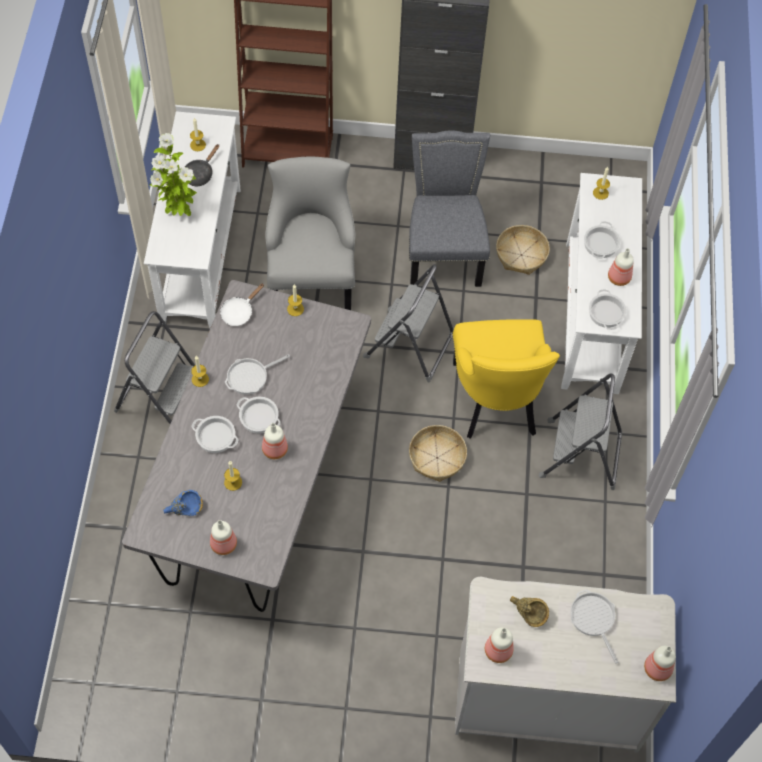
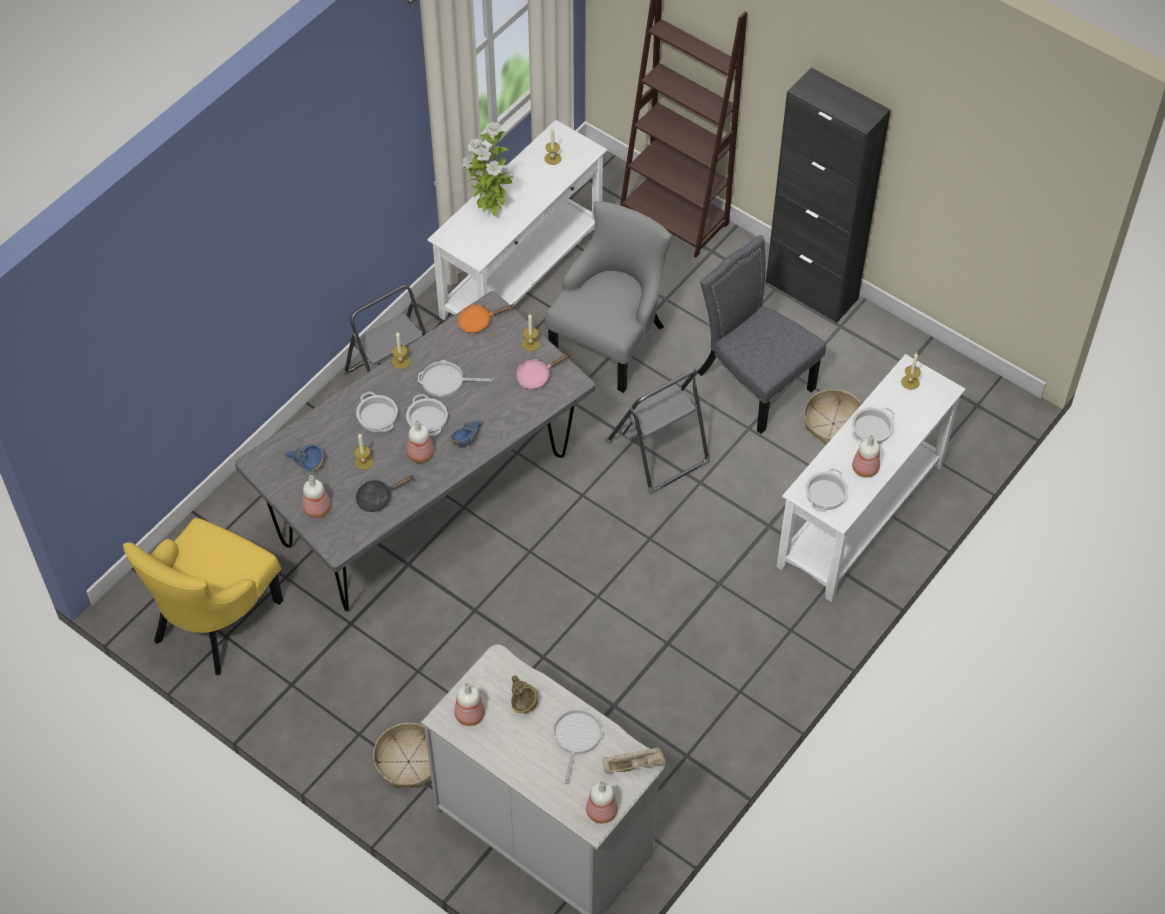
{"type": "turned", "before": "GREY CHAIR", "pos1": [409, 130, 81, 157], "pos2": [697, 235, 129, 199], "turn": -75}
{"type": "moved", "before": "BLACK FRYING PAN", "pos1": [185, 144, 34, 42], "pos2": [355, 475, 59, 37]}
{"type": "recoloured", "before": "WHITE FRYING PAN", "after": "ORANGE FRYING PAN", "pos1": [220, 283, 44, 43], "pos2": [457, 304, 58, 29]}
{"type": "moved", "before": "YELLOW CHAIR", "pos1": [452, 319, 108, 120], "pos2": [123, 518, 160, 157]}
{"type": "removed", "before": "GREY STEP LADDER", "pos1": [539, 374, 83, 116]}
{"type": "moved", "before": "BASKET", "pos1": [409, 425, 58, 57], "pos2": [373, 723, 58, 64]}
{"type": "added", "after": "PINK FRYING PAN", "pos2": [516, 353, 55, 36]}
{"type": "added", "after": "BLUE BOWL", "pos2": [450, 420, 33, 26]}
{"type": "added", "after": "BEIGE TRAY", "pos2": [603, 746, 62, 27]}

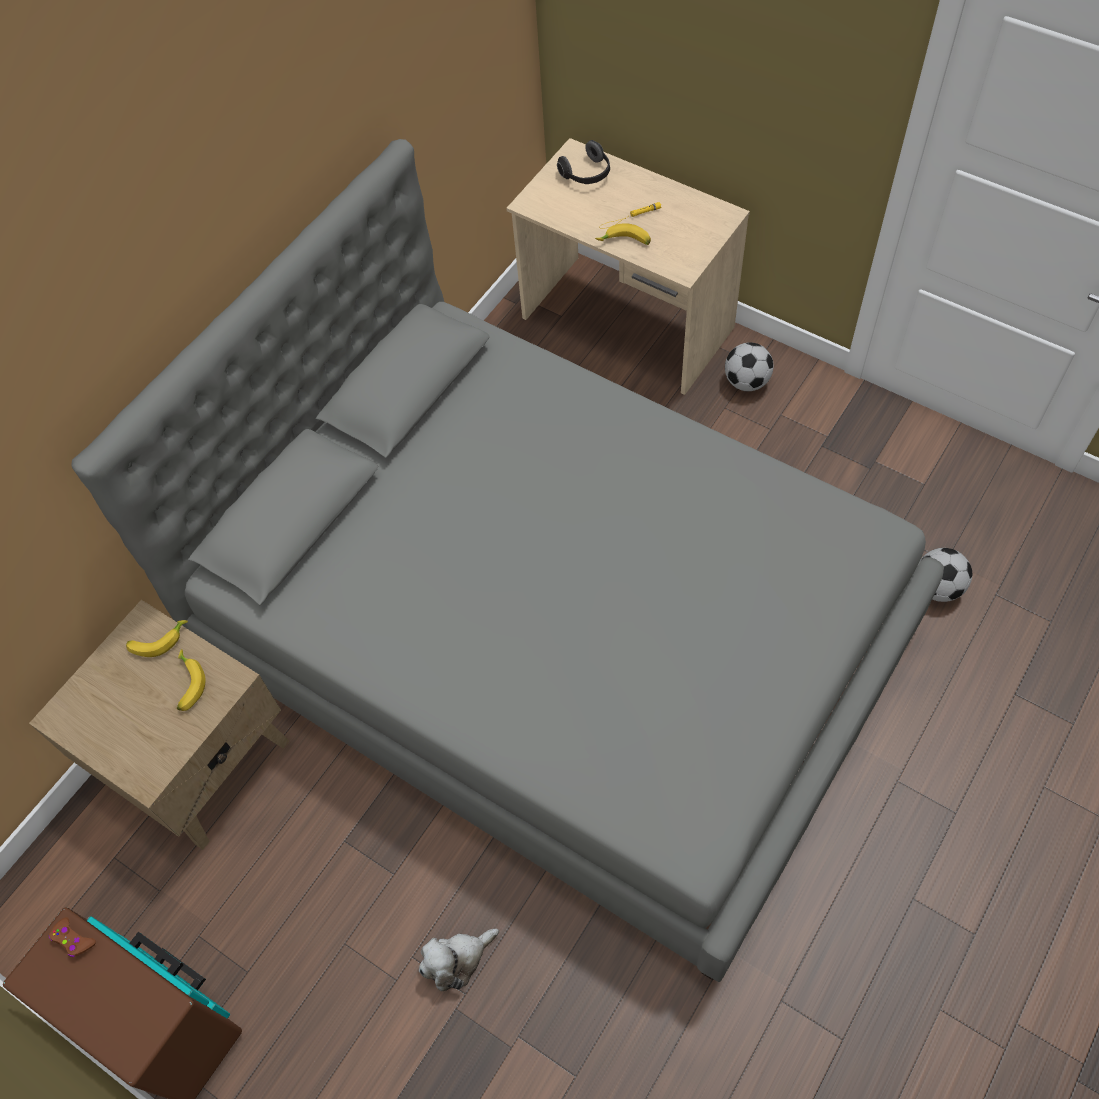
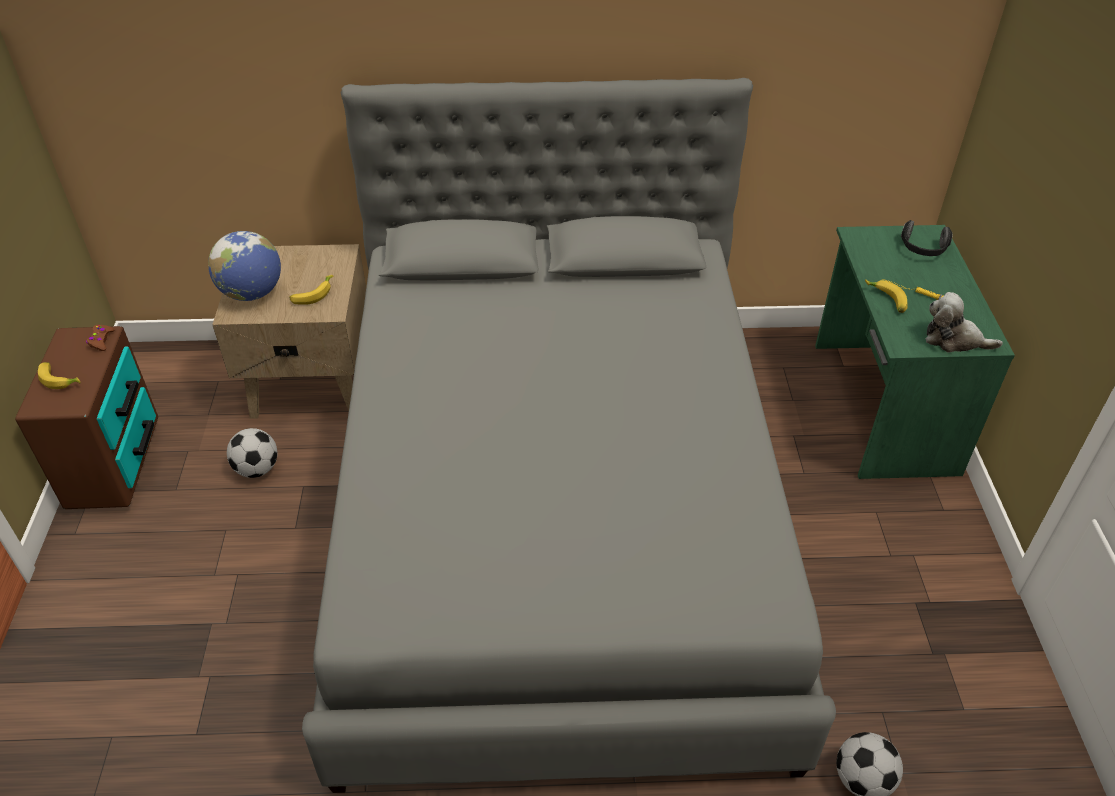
{"type": "recoloured", "before": "BEIGE DESK", "after": "GREEN DESK", "pos1": [506, 138, 244, 257], "pos2": [815, 225, 200, 254]}
{"type": "moved", "before": "FOOTBALL", "pos1": [725, 342, 49, 49], "pos2": [227, 428, 51, 50]}
{"type": "moved", "before": "BANANA", "pos1": [126, 620, 62, 37], "pos2": [38, 362, 42, 27]}
{"type": "moved", "before": "PLUSH TOY", "pos1": [419, 929, 80, 62], "pos2": [926, 292, 77, 60]}
{"type": "added", "after": "GLOBE", "pos2": [208, 231, 73, 70]}

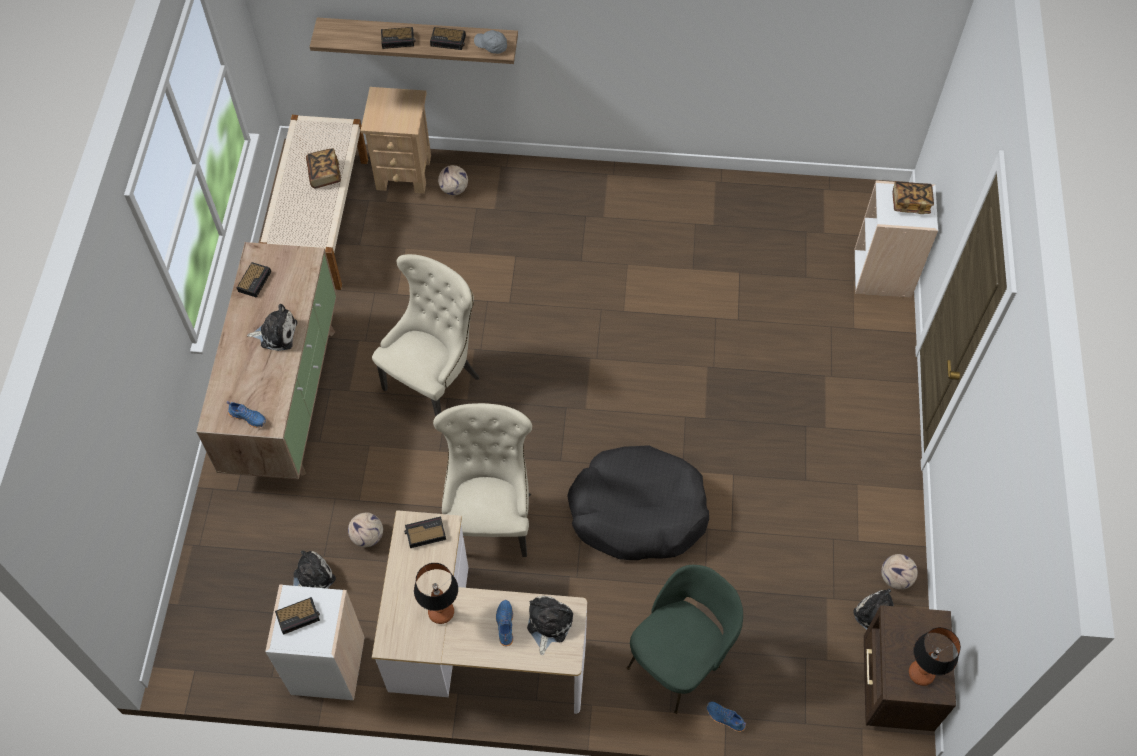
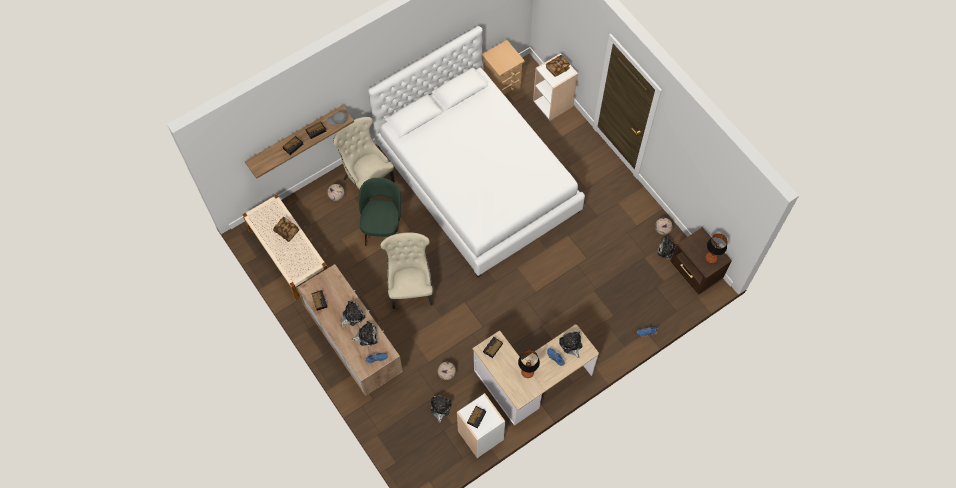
{"type": "moved", "before": "BEIGE NIGHTSTAND", "pos1": [360, 87, 71, 106], "pos2": [482, 40, 43, 55]}
{"type": "moved", "before": "BEIGE CHAIR", "pos1": [433, 403, 99, 154], "pos2": [333, 117, 62, 73]}
{"type": "removed", "before": "BLACK DOG BED", "pos1": [567, 445, 142, 115]}
{"type": "moved", "before": "GREEN CHAIR", "pos1": [627, 565, 116, 149], "pos2": [359, 178, 42, 68]}
{"type": "added", "after": "WHITE BED", "pos2": [368, 26, 217, 251]}
{"type": "added", "after": "PLUSH TOY", "pos2": [351, 321, 26, 25]}

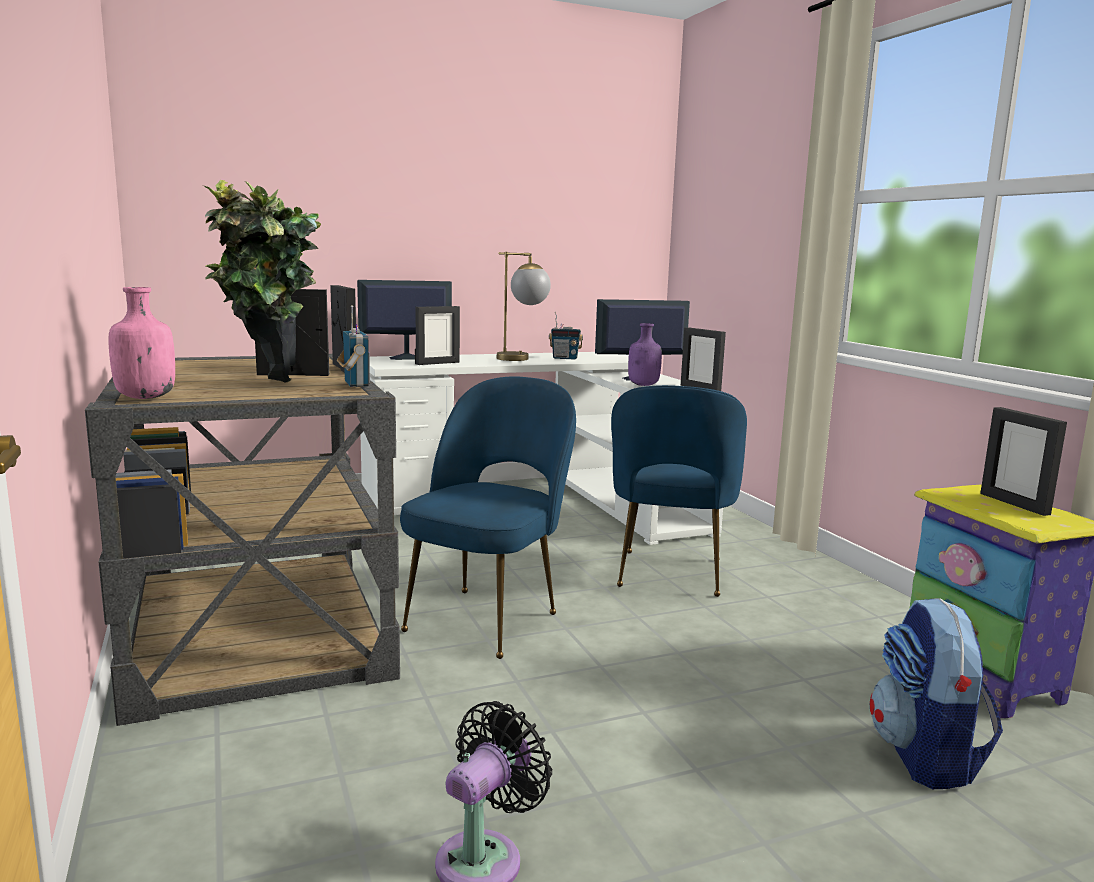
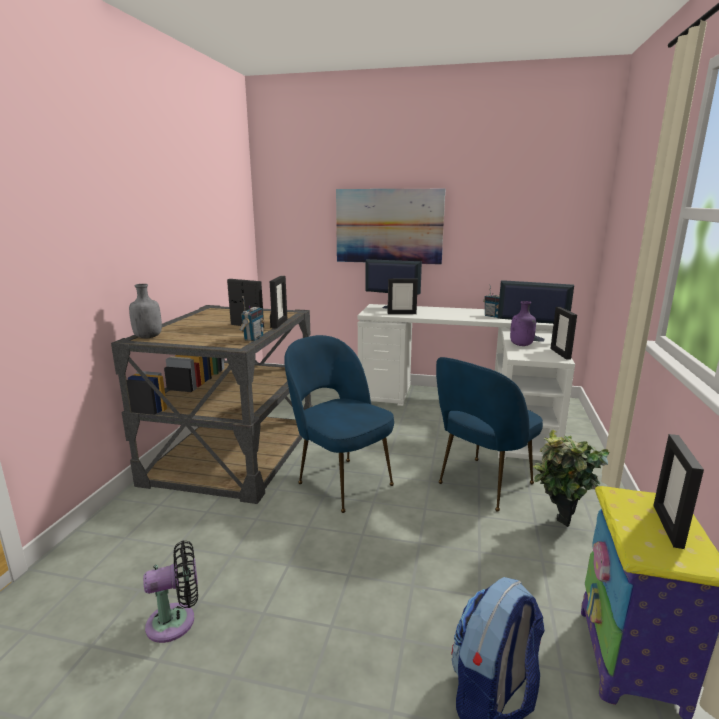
{"type": "moved", "before": "POTTED PLANT", "pos1": [203, 180, 118, 203], "pos2": [533, 430, 77, 97]}
{"type": "removed", "before": "TABLE LAMP", "pos1": [497, 252, 54, 109]}
{"type": "recoloured", "before": "PINK BOTTLE", "after": "GREY BOTTLE", "pos1": [108, 287, 67, 112], "pos2": [129, 284, 33, 54]}
{"type": "turned", "before": "BLUE CHAIR", "pos1": [400, 376, 176, 283], "pos2": [284, 335, 110, 178], "turn": -105}
{"type": "added", "after": "PICTURE", "pos2": [336, 189, 109, 76]}

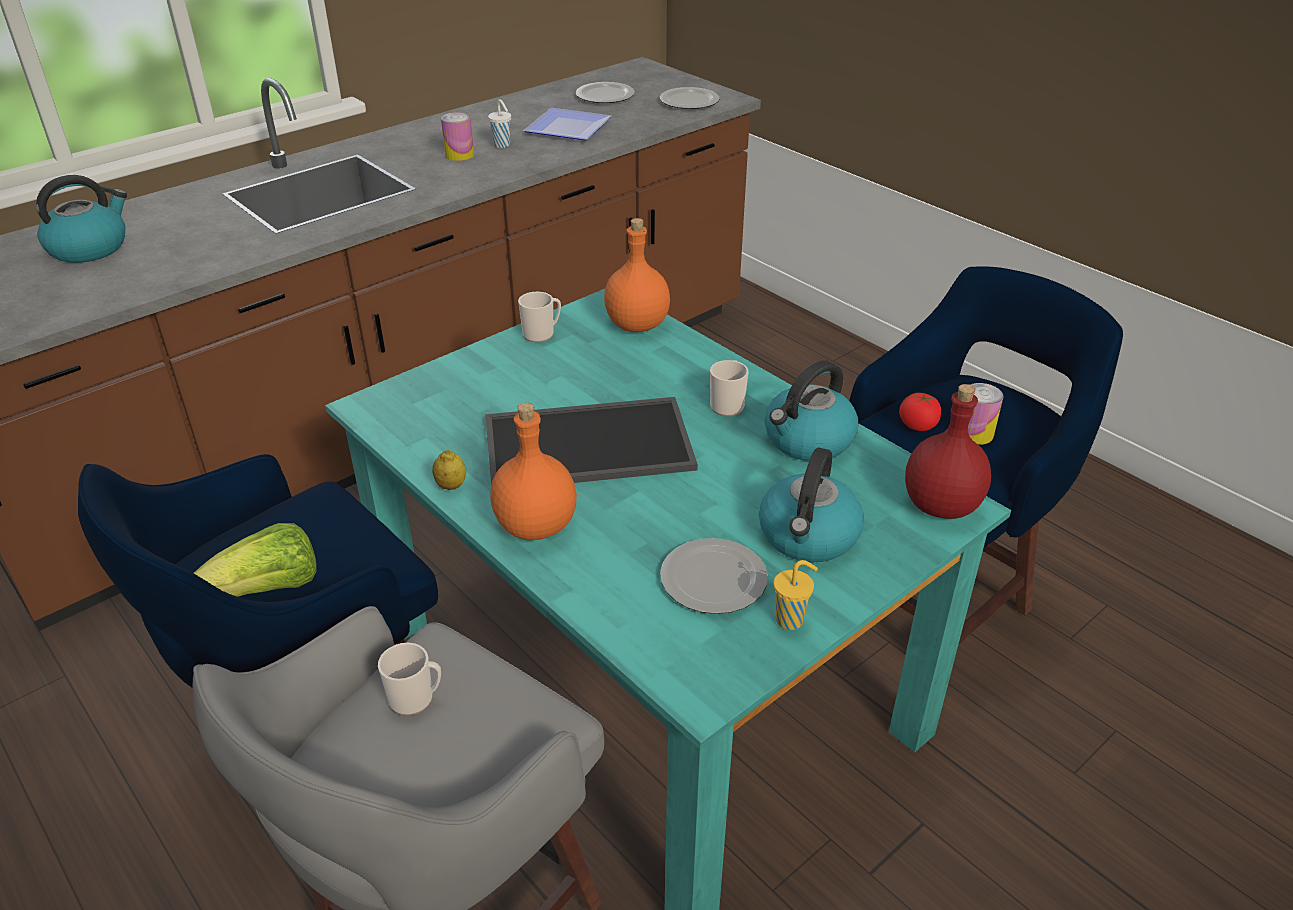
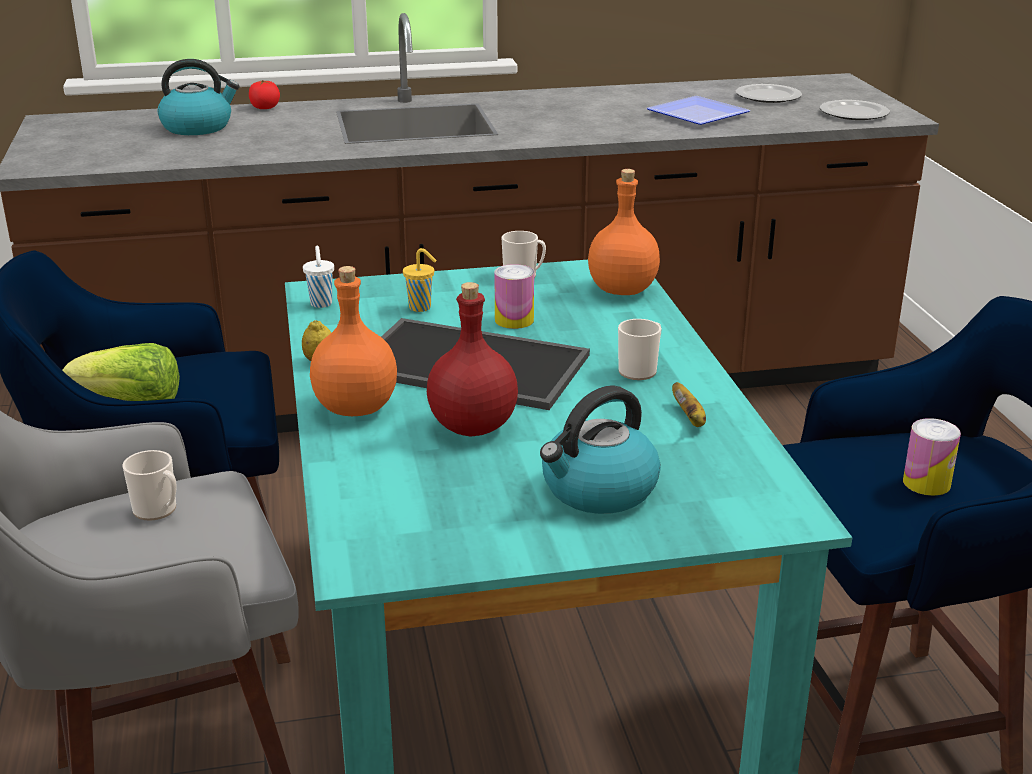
{"type": "moved", "before": "WHITE CUP", "pos1": [488, 99, 23, 49], "pos2": [303, 245, 31, 63]}
{"type": "moved", "before": "CAN", "pos1": [441, 112, 33, 49], "pos2": [494, 264, 40, 65]}
{"type": "replaced", "before": "KETTLE", "after": "BANANA", "pos1": [765, 360, 93, 101], "pos2": [672, 382, 34, 45]}
{"type": "moved", "before": "RED BOTTLE", "pos1": [905, 384, 86, 135], "pos2": [427, 282, 91, 155]}
{"type": "moved", "before": "TOMATO", "pos1": [899, 393, 42, 38], "pos2": [249, 80, 31, 29]}
{"type": "removed", "before": "PLATE", "pos1": [660, 538, 108, 76]}
{"type": "moved", "before": "YELLOW CUP", "pos1": [773, 560, 45, 70], "pos2": [403, 248, 34, 64]}

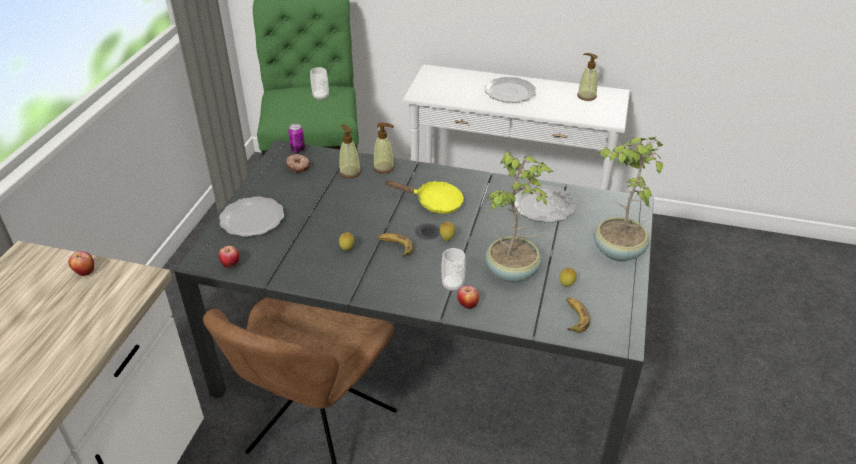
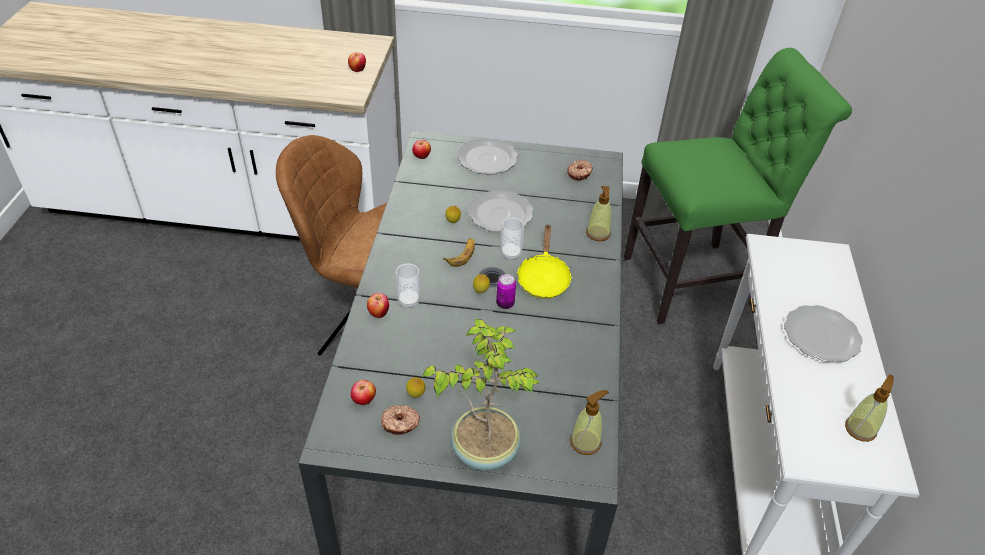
{"type": "moved", "before": "CUP", "pos1": [310, 67, 19, 33], "pos2": [500, 218, 24, 42]}
{"type": "moved", "before": "CAN", "pos1": [288, 124, 17, 29], "pos2": [496, 274, 20, 35]}
{"type": "moved", "before": "SOAP DISPENSER", "pos1": [339, 124, 22, 54], "pos2": [570, 390, 39, 65]}
{"type": "removed", "before": "POTTED PLANT", "pos1": [485, 152, 70, 131]}
{"type": "moved", "before": "PLATE", "pos1": [514, 184, 62, 39], "pos2": [468, 190, 65, 42]}
{"type": "replaced", "before": "BANANA", "after": "APPLE", "pos1": [566, 298, 24, 35], "pos2": [351, 380, 25, 25]}
{"type": "added", "after": "DONUT", "pos2": [381, 405, 39, 30]}

